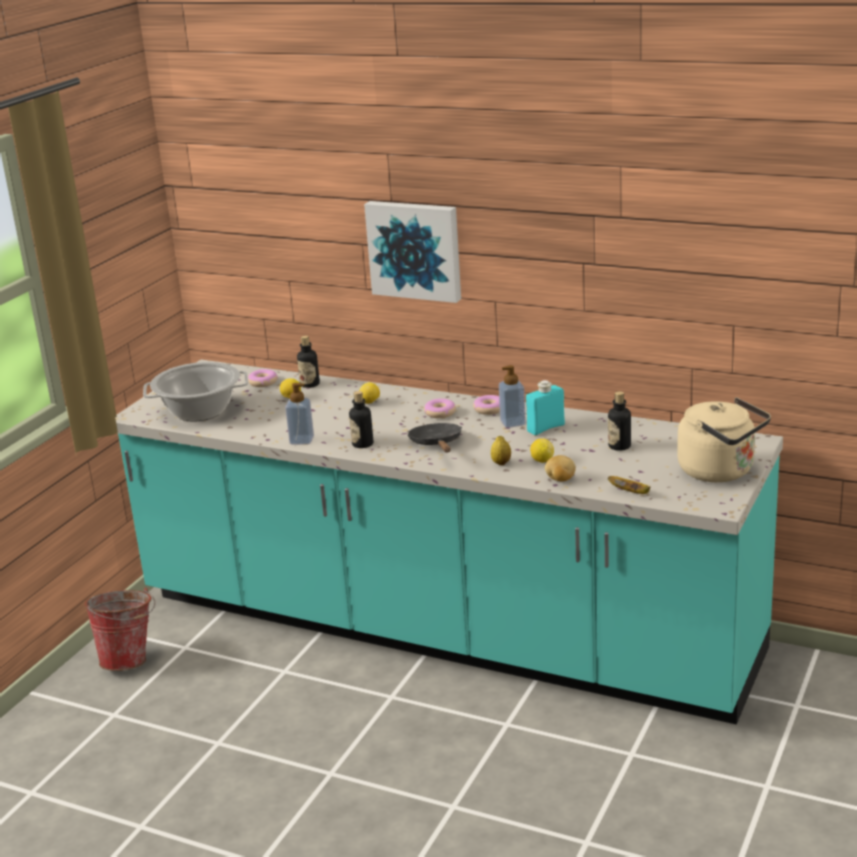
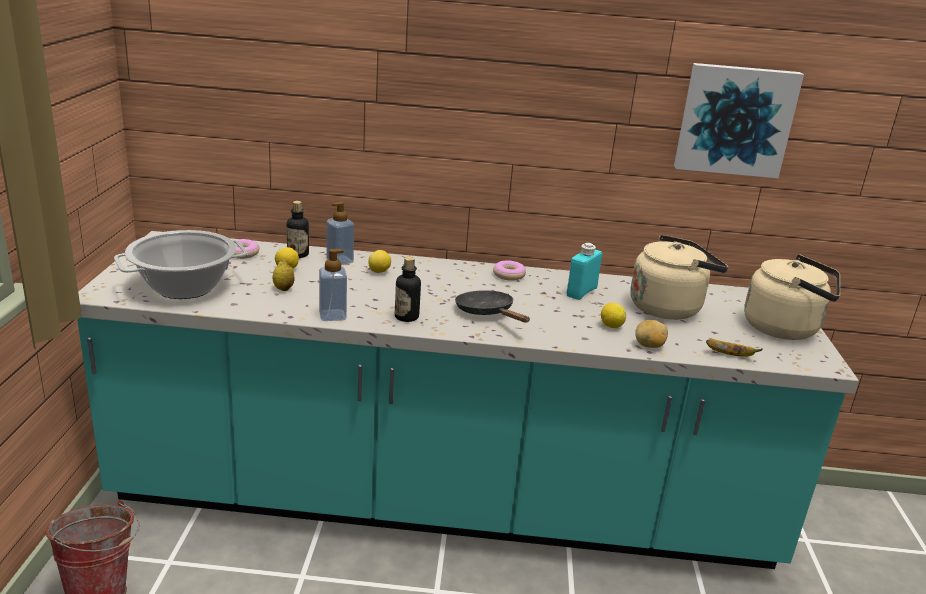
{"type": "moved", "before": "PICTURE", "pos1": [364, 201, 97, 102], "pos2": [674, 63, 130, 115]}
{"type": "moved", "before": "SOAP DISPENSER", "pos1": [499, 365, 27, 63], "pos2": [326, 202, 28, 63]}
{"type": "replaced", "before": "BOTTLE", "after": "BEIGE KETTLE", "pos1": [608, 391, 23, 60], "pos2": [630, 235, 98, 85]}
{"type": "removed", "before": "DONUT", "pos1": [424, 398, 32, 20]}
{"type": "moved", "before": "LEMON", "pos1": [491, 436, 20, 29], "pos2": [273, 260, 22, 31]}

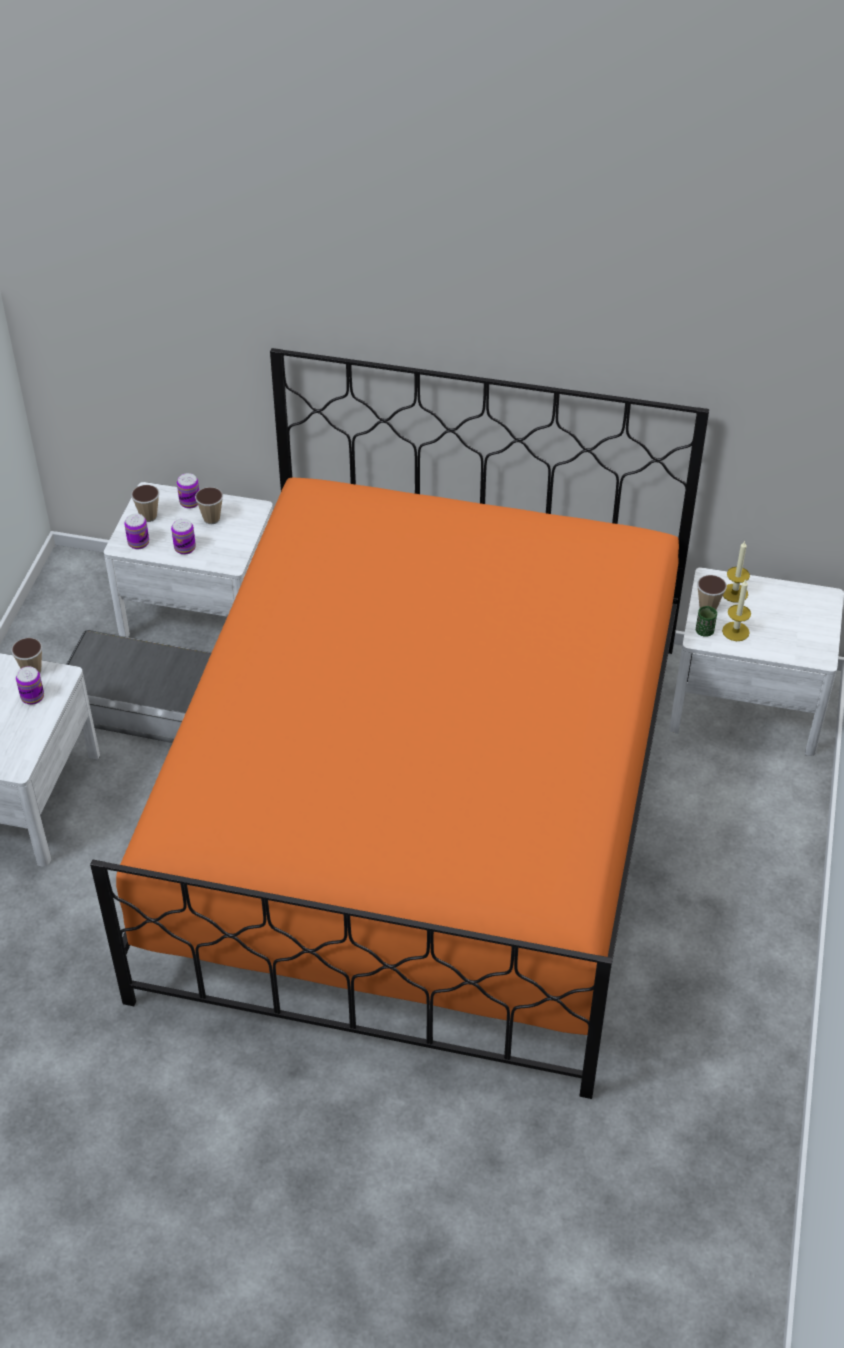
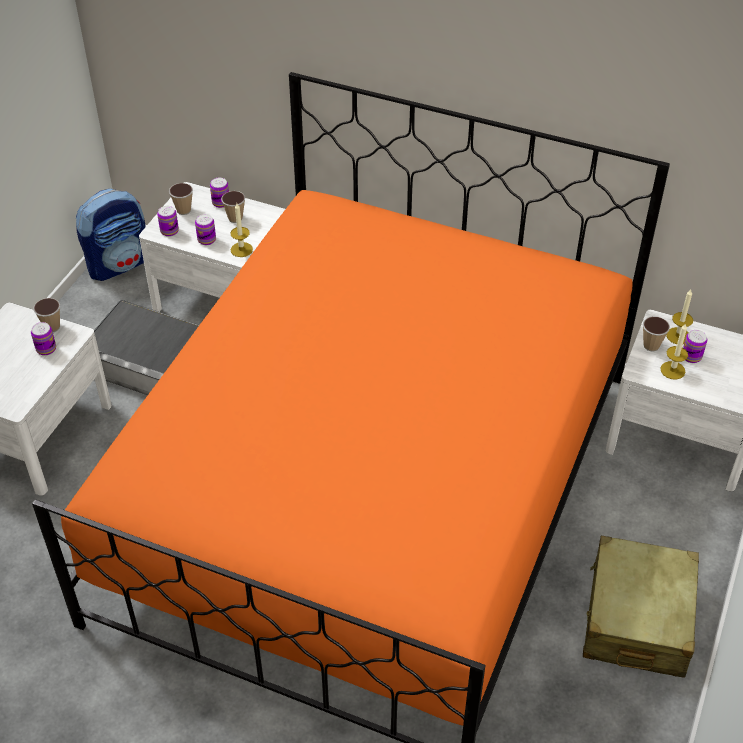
{"type": "removed", "before": "GREEN CUP", "pos1": [696, 606, 21, 31]}
{"type": "added", "after": "BACKPACK", "pos2": [76, 188, 70, 93]}
{"type": "added", "after": "CANDLE", "pos2": [230, 203, 23, 54]}
{"type": "added", "after": "CAN", "pos2": [683, 330, 24, 33]}
{"type": "added", "after": "BEIGE SUITCASE", "pos2": [583, 536, 116, 142]}

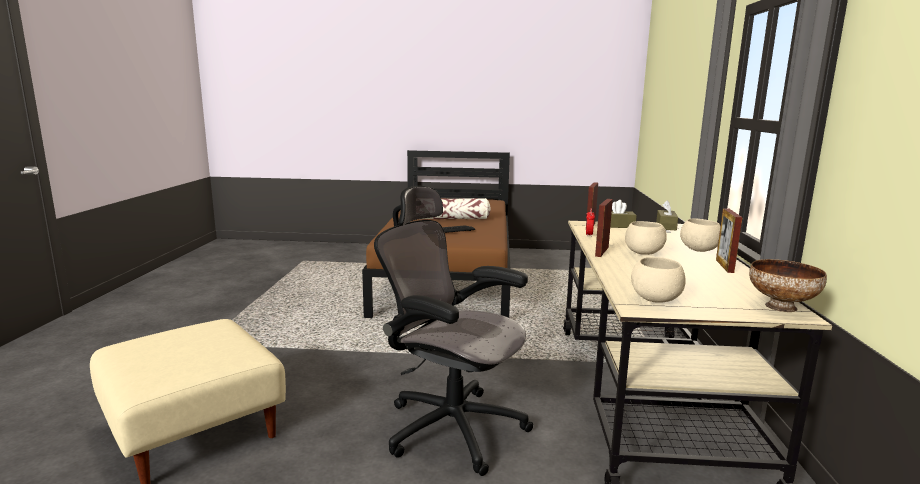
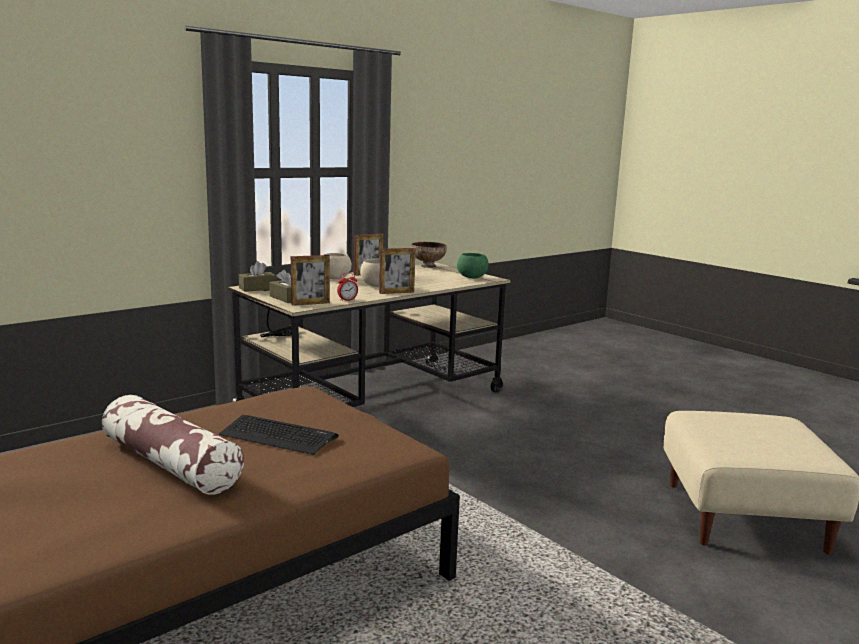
{"type": "removed", "before": "OFFICE CHAIR", "pos1": [374, 186, 159, 290]}
{"type": "recoloured", "before": "BEIGE BOWL", "after": "GREEN BOWL", "pos1": [631, 257, 55, 46], "pos2": [457, 253, 32, 25]}

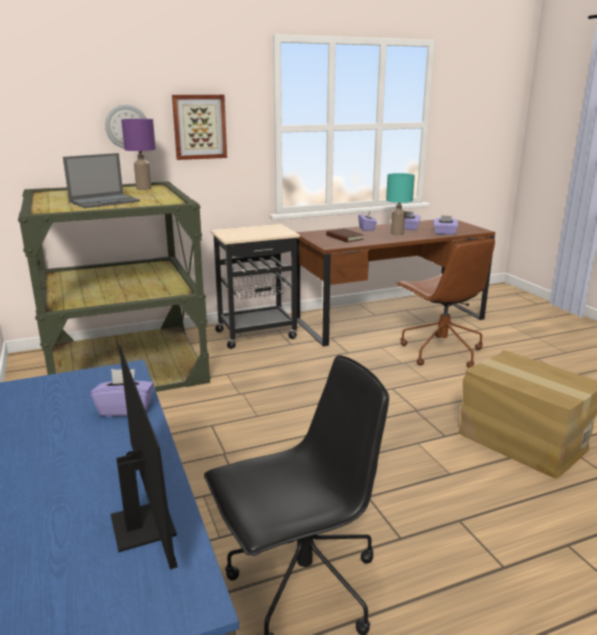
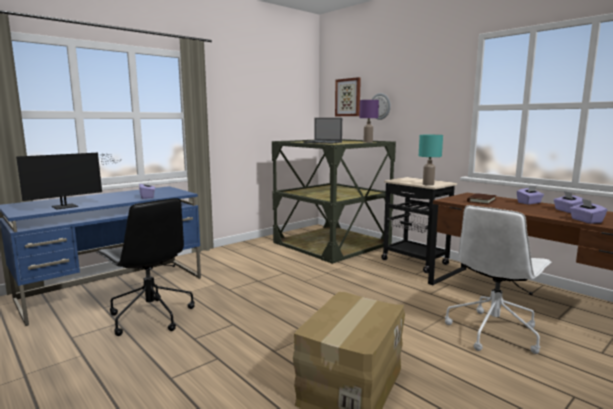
{"type": "moved", "before": "PICTURE", "pos1": [172, 95, 55, 65], "pos2": [335, 77, 26, 39]}
{"type": "moved", "before": "TURQUOISE TABLE LAMP", "pos1": [386, 173, 29, 62], "pos2": [419, 135, 24, 51]}
{"type": "recoloured", "before": "BROWN OFFICE CHAIR", "after": "WHITE OFFICE CHAIR", "pos1": [396, 238, 99, 130], "pos2": [445, 205, 106, 149]}

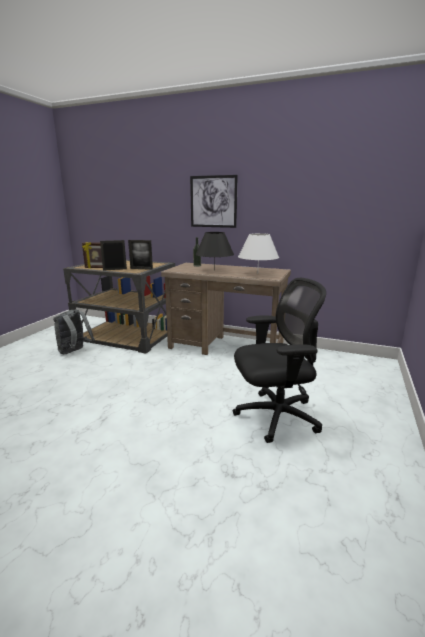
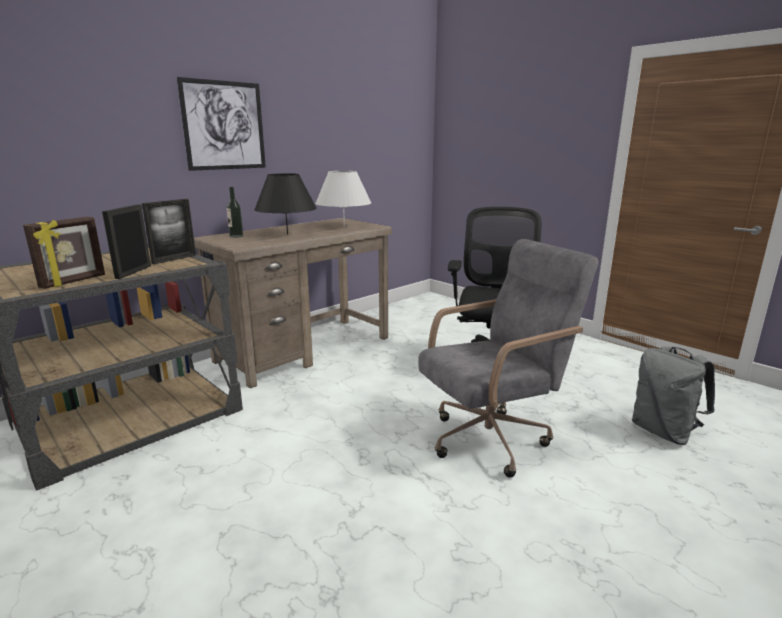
{"type": "moved", "before": "GREY BACKPACK", "pos1": [53, 310, 42, 44], "pos2": [632, 346, 83, 99]}
{"type": "added", "after": "GREY OFFICE CHAIR", "pos2": [418, 239, 181, 239]}

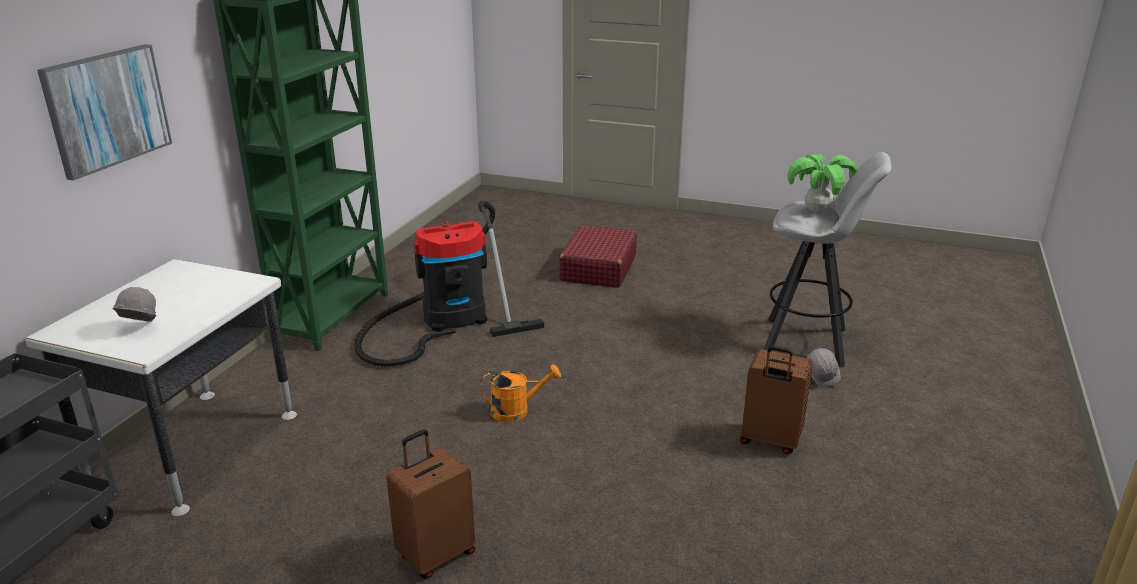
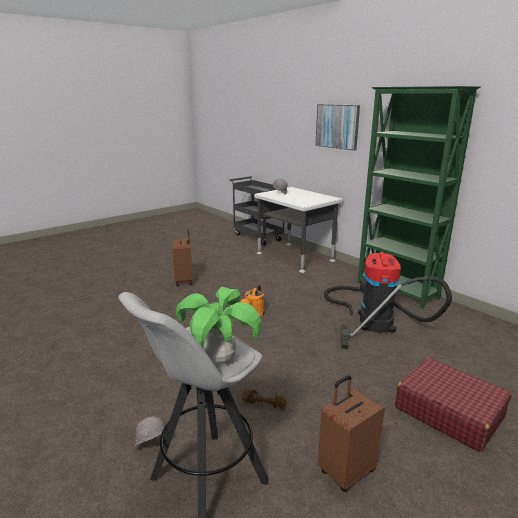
{"type": "moved", "before": "BROWN SUITCASE", "pos1": [740, 346, 73, 108], "pos2": [318, 375, 67, 117]}
{"type": "added", "after": "BROWN DUMBBELL", "pos2": [241, 388, 46, 22]}

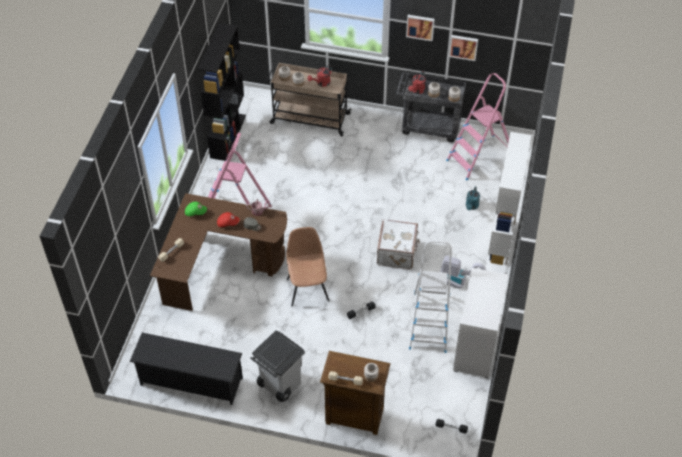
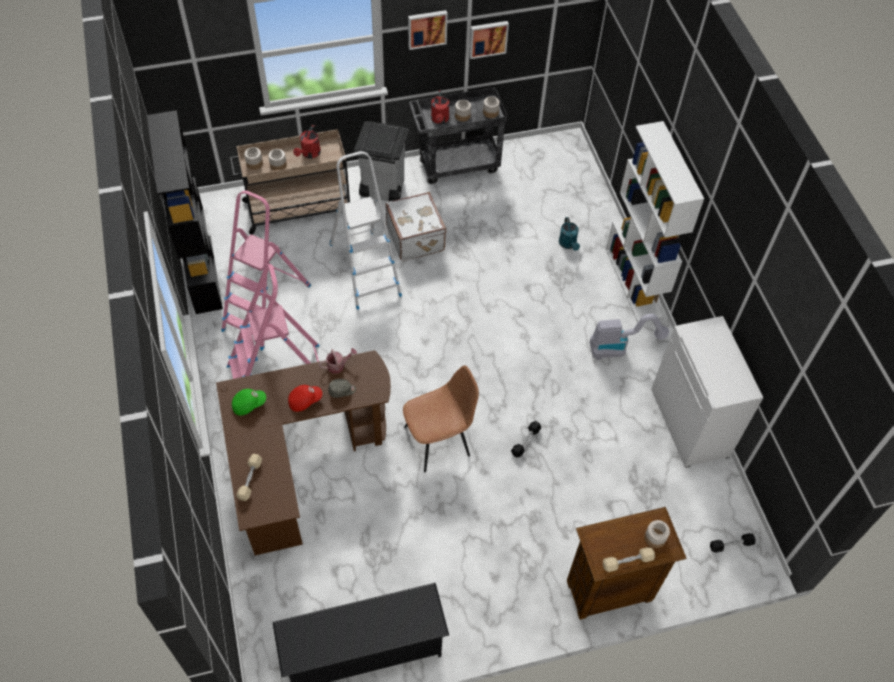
{"type": "moved", "before": "PINK STEP LADDER", "pos1": [446, 73, 63, 107], "pos2": [221, 191, 90, 159]}
{"type": "moved", "before": "WHITE SUITCASE", "pos1": [377, 219, 42, 50], "pos2": [385, 192, 61, 69]}
{"type": "turned", "before": "BROWN CHAIR", "pos1": [286, 227, 43, 79], "pos2": [403, 365, 76, 107], "turn": 105}
{"type": "moved", "before": "WHITE STEP LADDER", "pos1": [409, 240, 43, 113], "pos2": [329, 151, 73, 158]}
{"type": "moved", "before": "GREY TRASH CAN", "pos1": [250, 330, 55, 72], "pos2": [354, 121, 55, 80]}

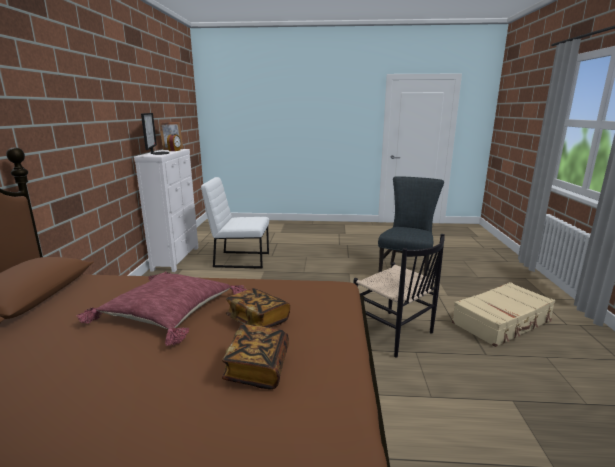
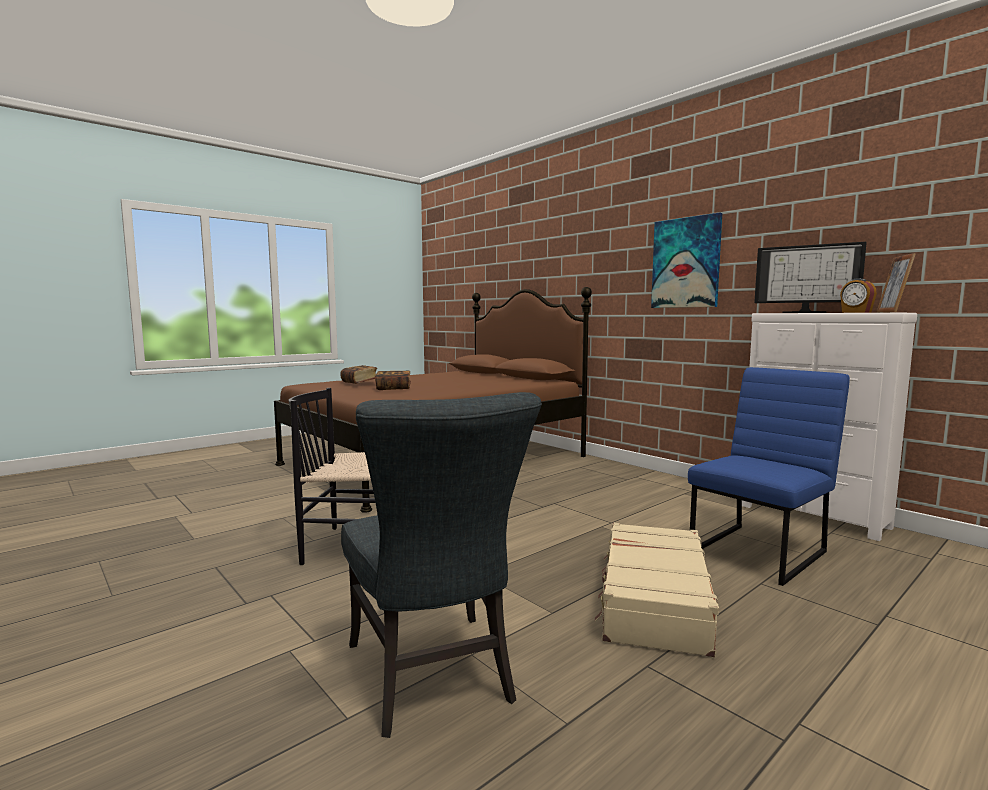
{"type": "recoloured", "before": "WHITE CHAIR", "after": "BLUE CHAIR", "pos1": [201, 177, 68, 92], "pos2": [688, 367, 162, 219]}
{"type": "removed", "before": "RED PILLOW", "pos1": [76, 271, 170, 75]}
{"type": "moved", "before": "BEIGE SUITCASE", "pos1": [452, 282, 103, 65], "pos2": [595, 523, 124, 134]}
{"type": "added", "after": "PICTURE", "pos2": [651, 213, 71, 95]}

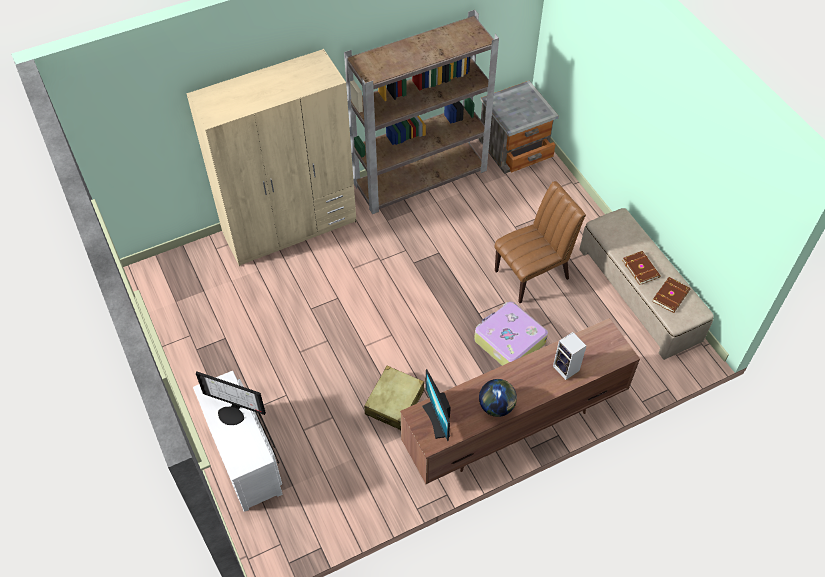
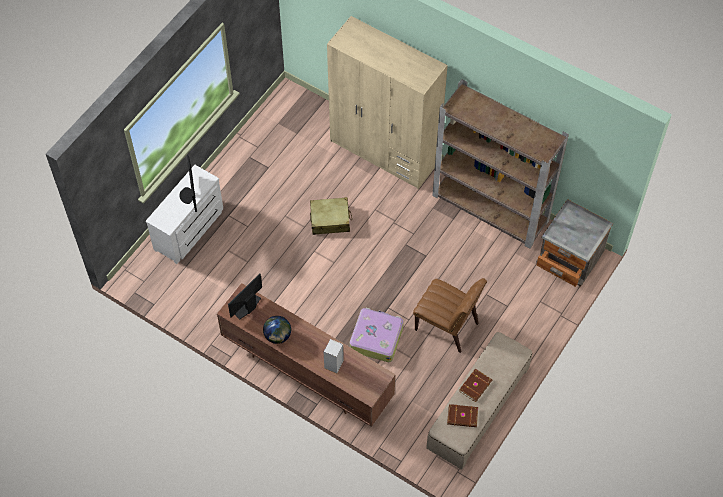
{"type": "moved", "before": "BEIGE SUITCASE", "pos1": [364, 366, 60, 64], "pos2": [310, 197, 42, 38]}

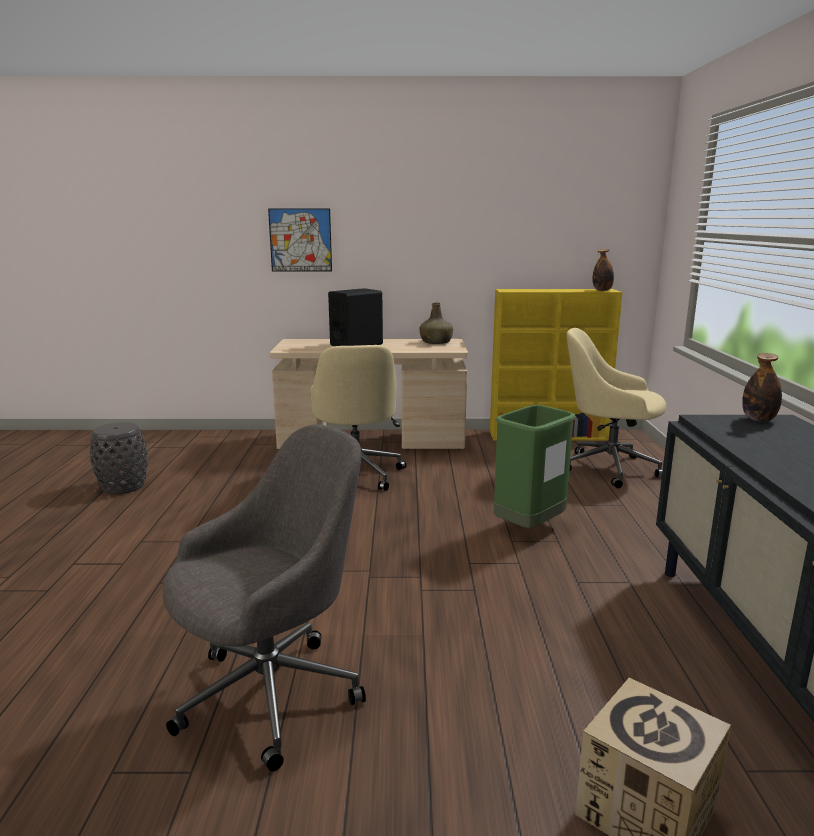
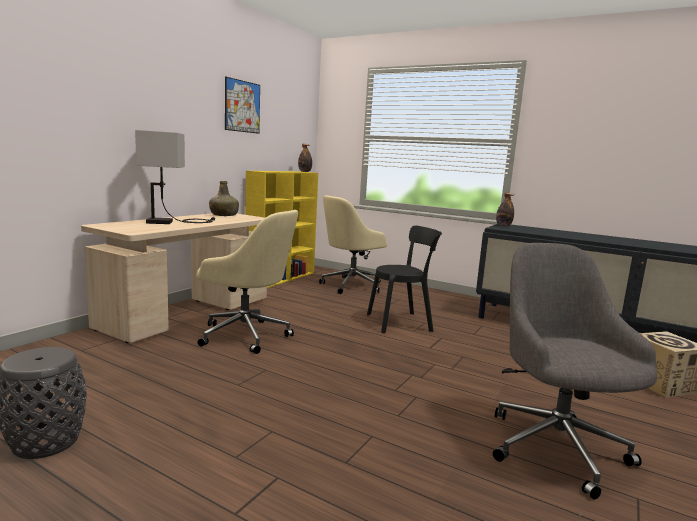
{"type": "moved", "before": "PICTURE", "pos1": [268, 209, 64, 63], "pos2": [225, 77, 35, 57]}
{"type": "replaced", "before": "BLACK SPEAKER", "after": "TABLE LAMP", "pos1": [328, 288, 55, 58], "pos2": [135, 130, 80, 94]}
{"type": "replaced", "before": "GREEN TRASH CAN", "after": "BLACK CHAIR", "pos1": [494, 405, 82, 123], "pos2": [367, 226, 75, 107]}

